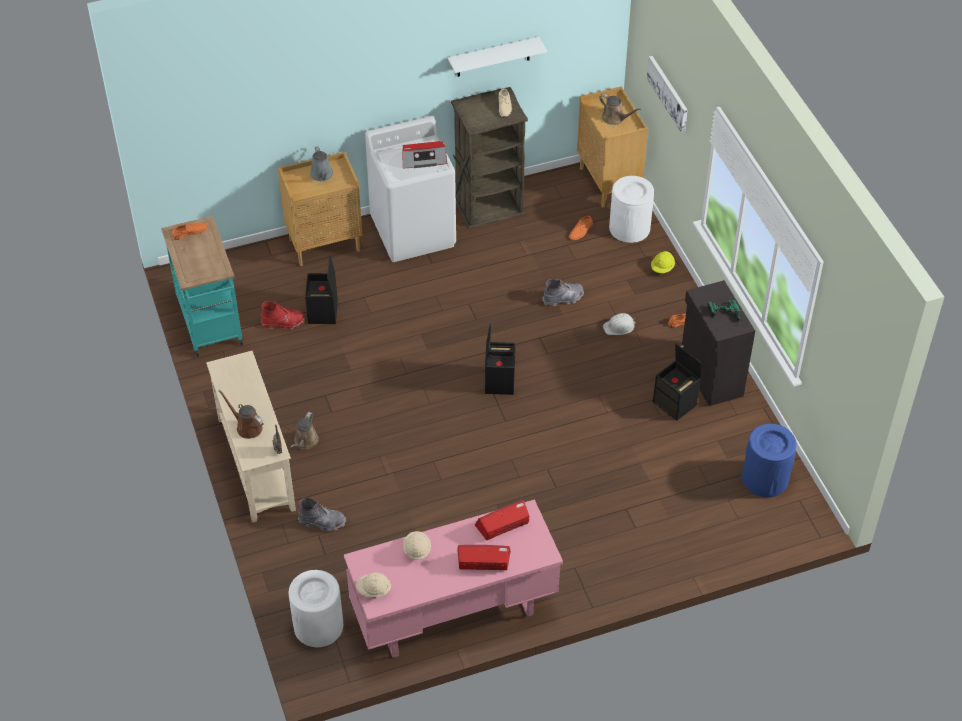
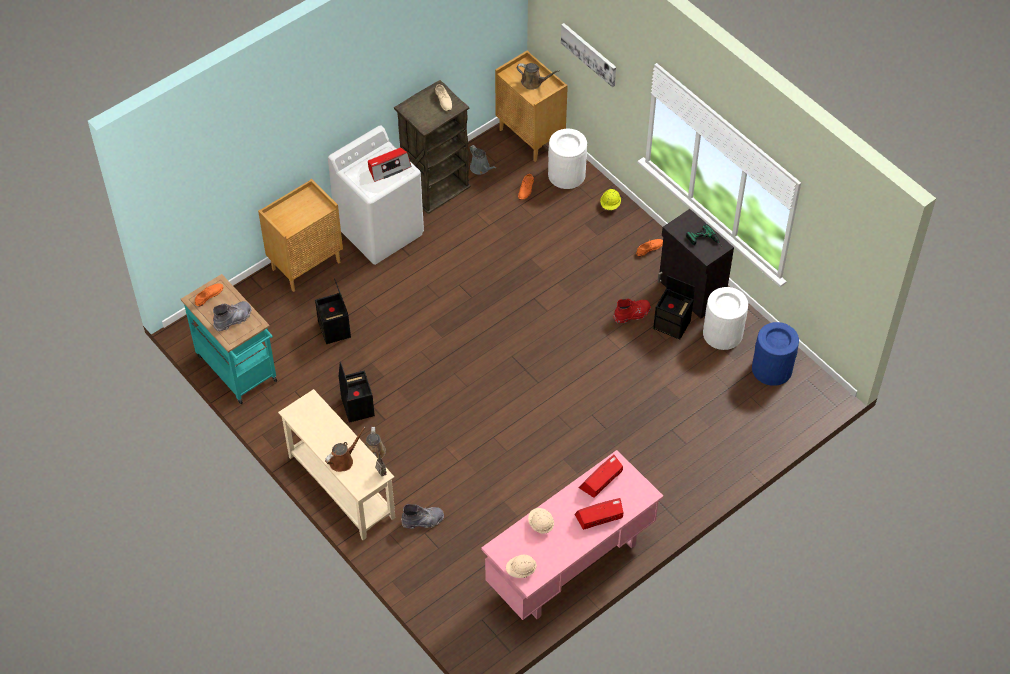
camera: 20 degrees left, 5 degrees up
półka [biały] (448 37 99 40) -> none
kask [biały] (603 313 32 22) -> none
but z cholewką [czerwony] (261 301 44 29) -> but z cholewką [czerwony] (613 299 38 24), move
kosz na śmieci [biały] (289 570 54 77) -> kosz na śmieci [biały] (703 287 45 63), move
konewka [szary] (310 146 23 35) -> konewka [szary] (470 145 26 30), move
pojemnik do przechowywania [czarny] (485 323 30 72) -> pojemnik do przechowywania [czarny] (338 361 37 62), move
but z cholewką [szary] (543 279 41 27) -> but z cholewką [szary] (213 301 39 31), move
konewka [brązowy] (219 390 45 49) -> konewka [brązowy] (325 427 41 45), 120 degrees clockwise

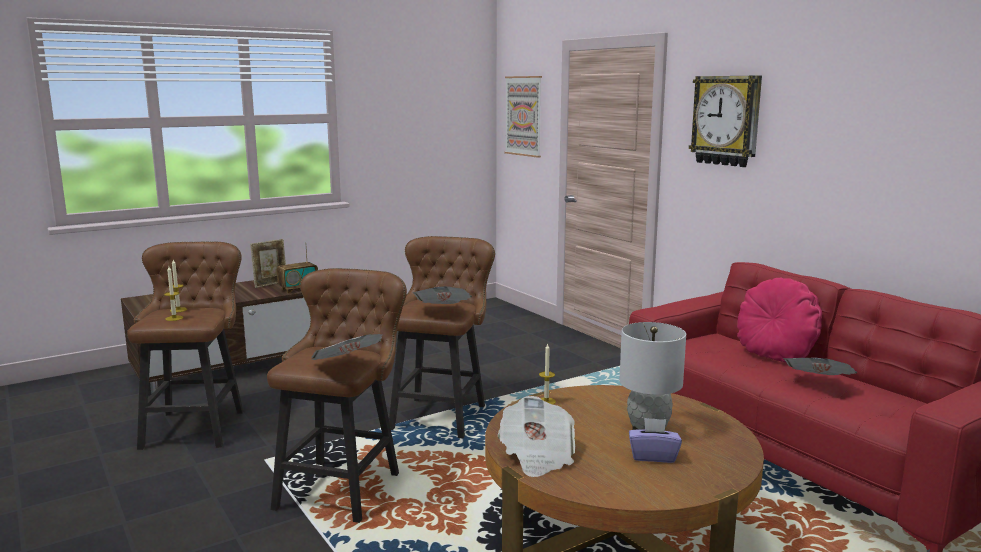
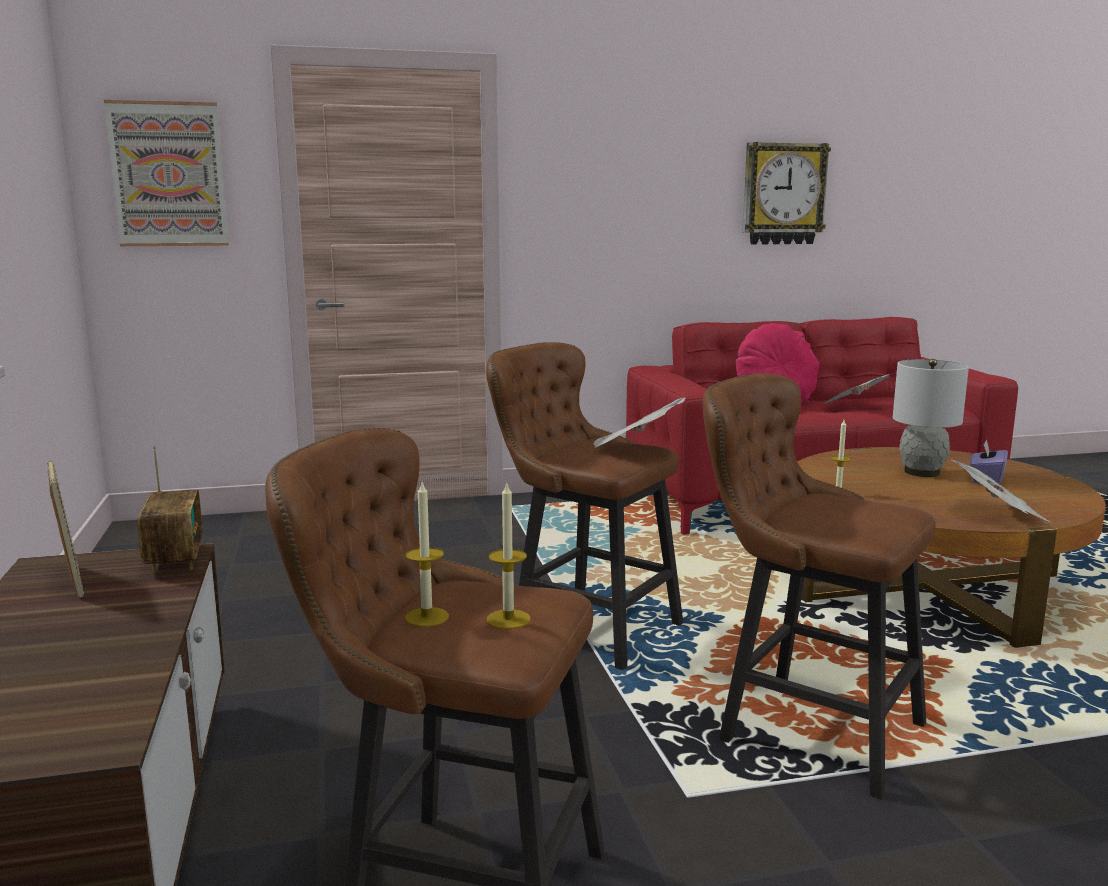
camera: 70 degrees left, 0 degrees up
gazeta (311 334 71 26) -> none
zegar ścienny (689 75 73 92) -> zegar ścienny (743 142 88 103), move

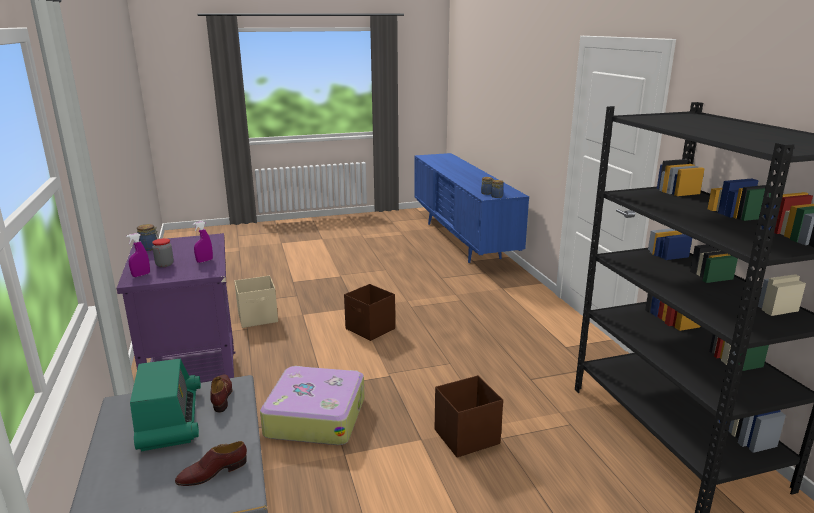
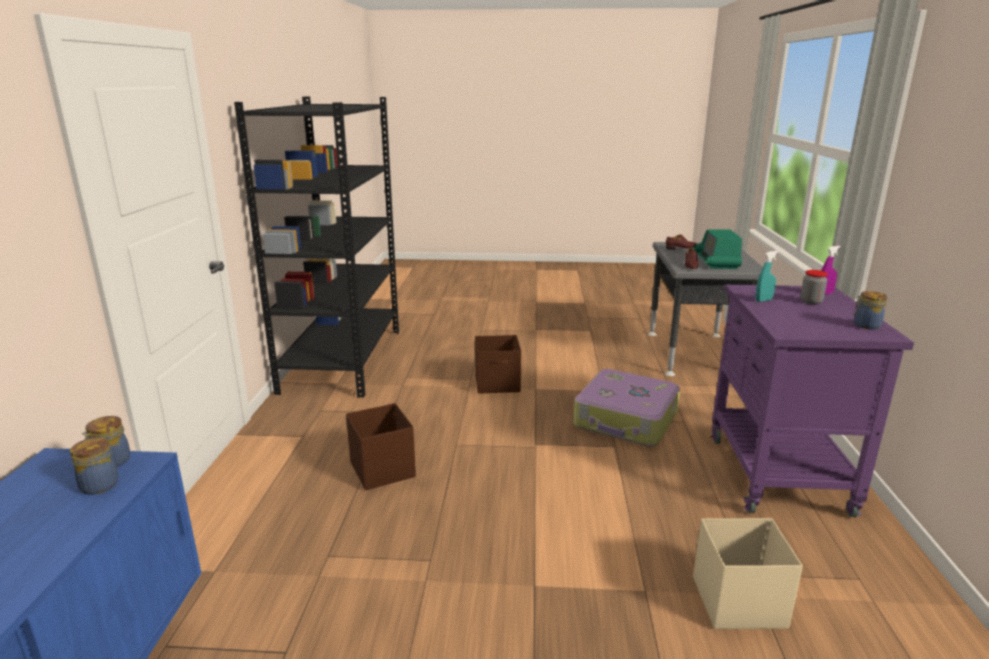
camera: 160 degrees left, 0 degrees up
pojemnik do przechowywania [brązowy] (344 284 51 57) -> pojemnik do przechowywania [brązowy] (346 403 70 87), move
spryskiwacz [fioletowy] (193 221 20 42) -> spryskiwacz [turkusowy] (755 251 24 51)

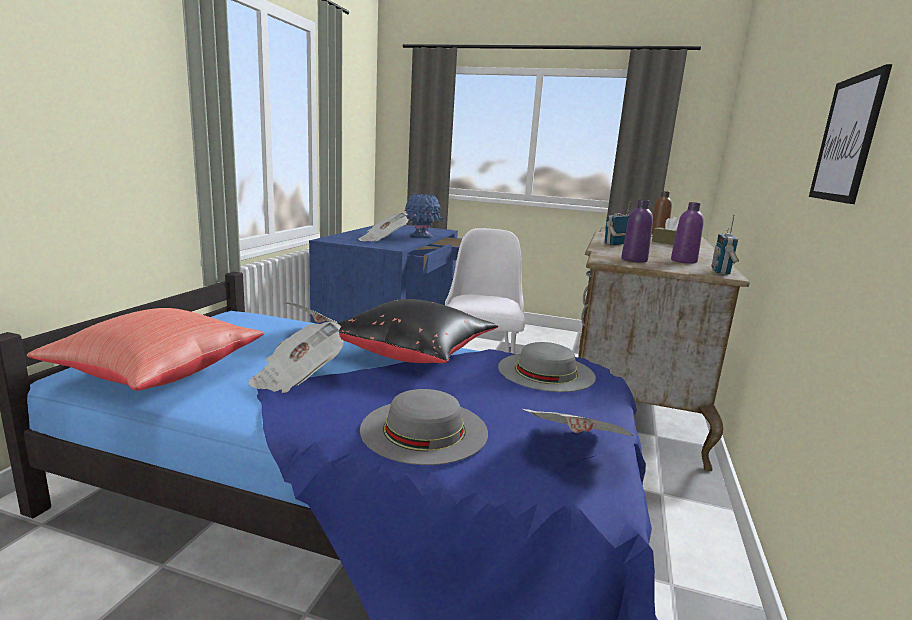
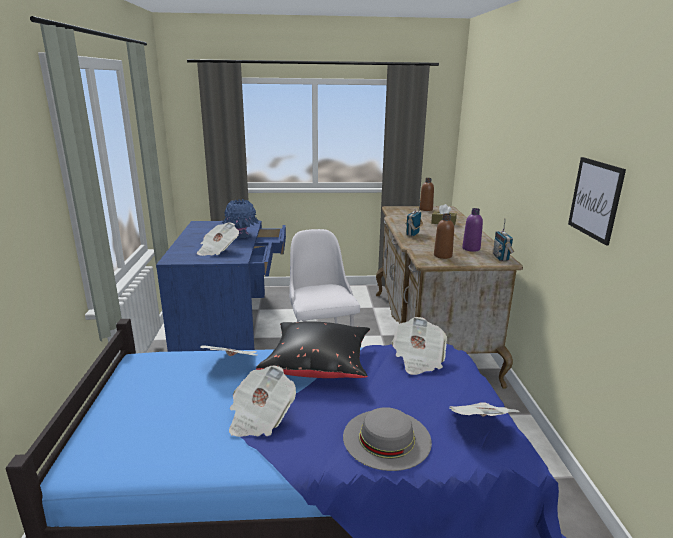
camera: 20 degrees left, 5 degrees up
poduszka [czerwony] (27 308 237 83) -> none
kapelusz [szary] (498 342 98 50) -> gazeta (392 317 55 58)
butelka [fioletowy] (621 200 32 63) -> butelka [brązowy] (434 213 20 46)

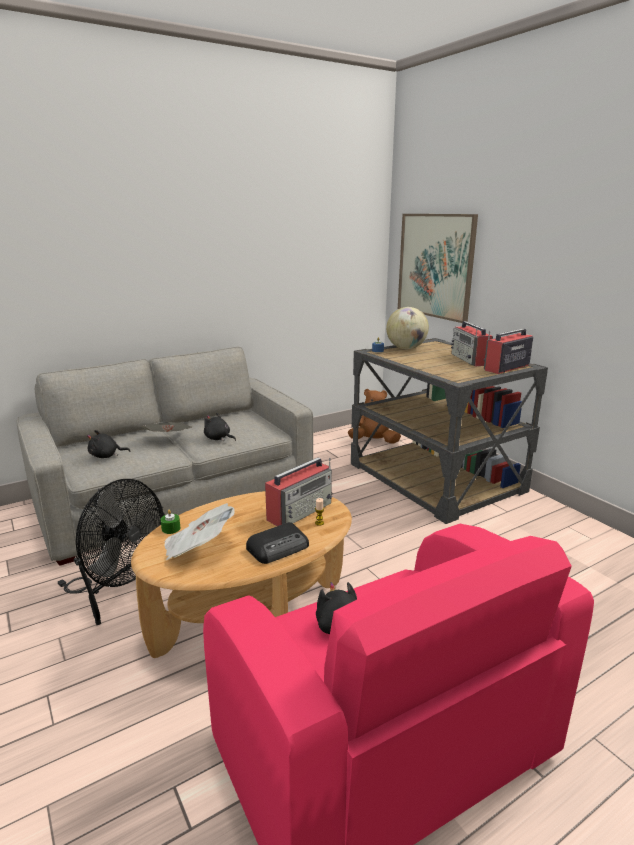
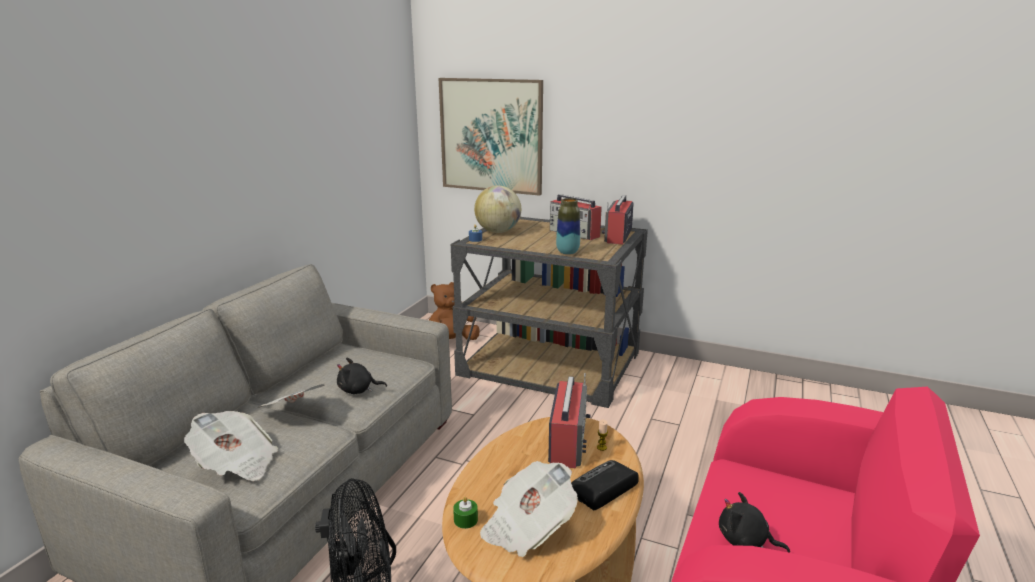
camera: 35 degrees left, 0 degrees up
none -> wazon (556 198 24 57)
pluszak [czarny] (87 430 43 28) -> gazeta (184 411 94 70)
radio (246 522 63 42) -> radio (571 460 68 50), 150 degrees counterclockwise

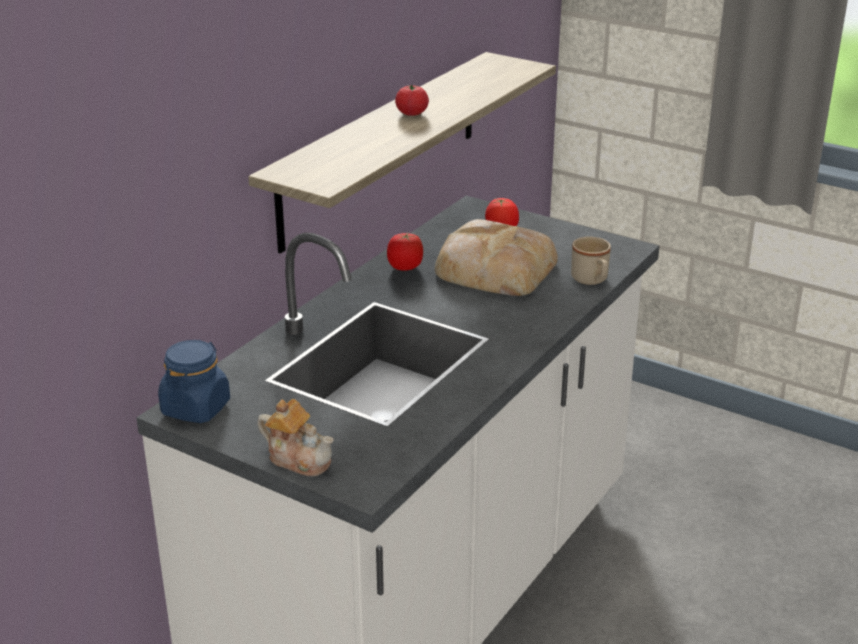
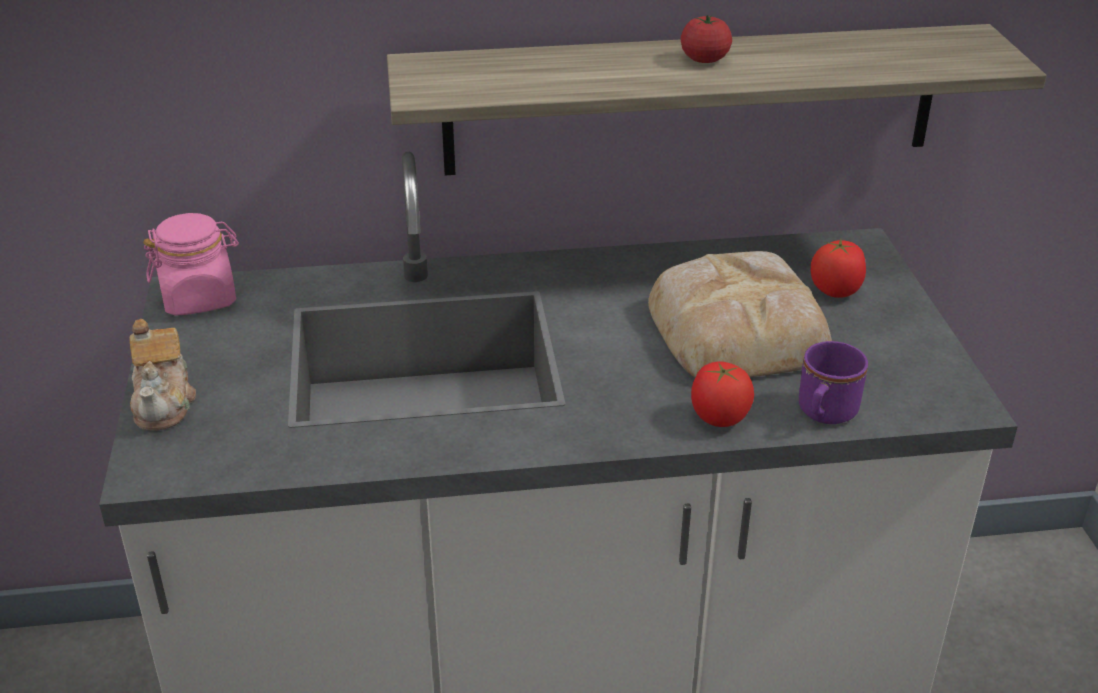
camera: 50 degrees right, 5 degrees up
pomidor (387 233 36 38) -> pomidor (691 361 63 66), move
słoik [niebieski] (158 340 72 83) -> słoik [różowy] (143 213 96 103)
kubek [beżowy] (571 236 40 49) -> kubek [fioletowy] (799 341 69 83)

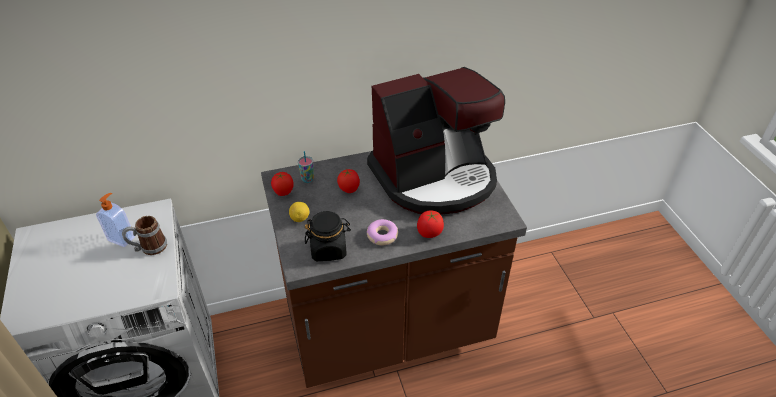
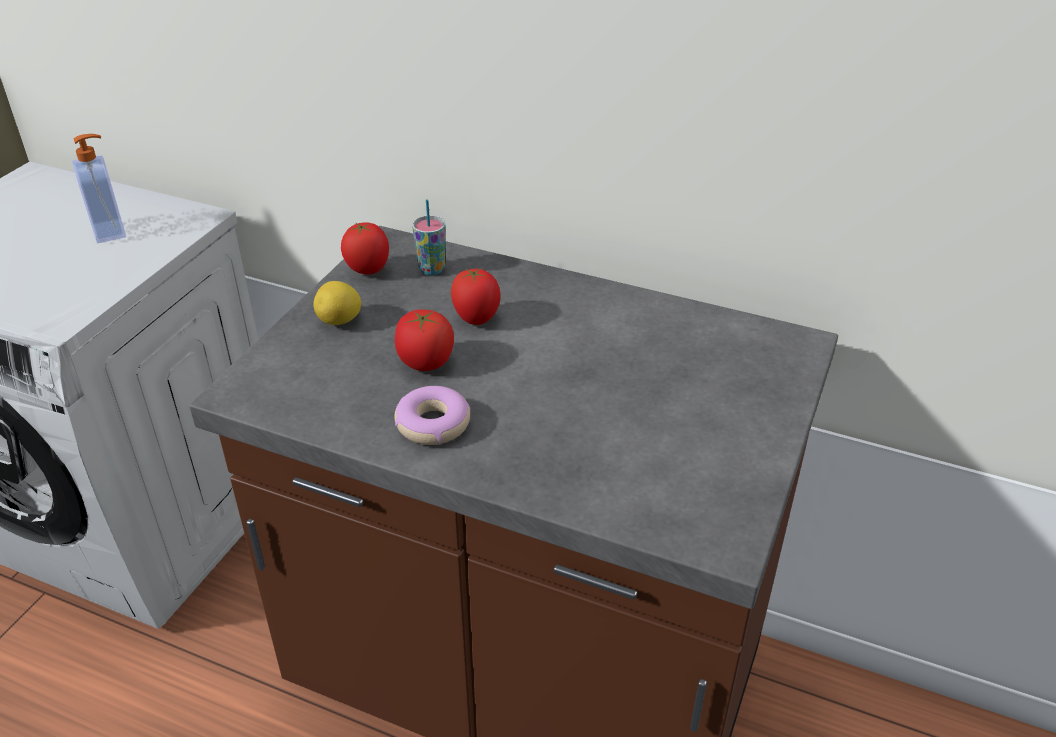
camera: 40 degrees right, 5 degrees down
kubek (122 216 45 39) -> none
słoik [czarny] (305 211 46 50) -> none
ekspres do kawy (367 67 138 148) -> none
pomidor (417 210 27 28) -> pomidor (395 309 59 62), move

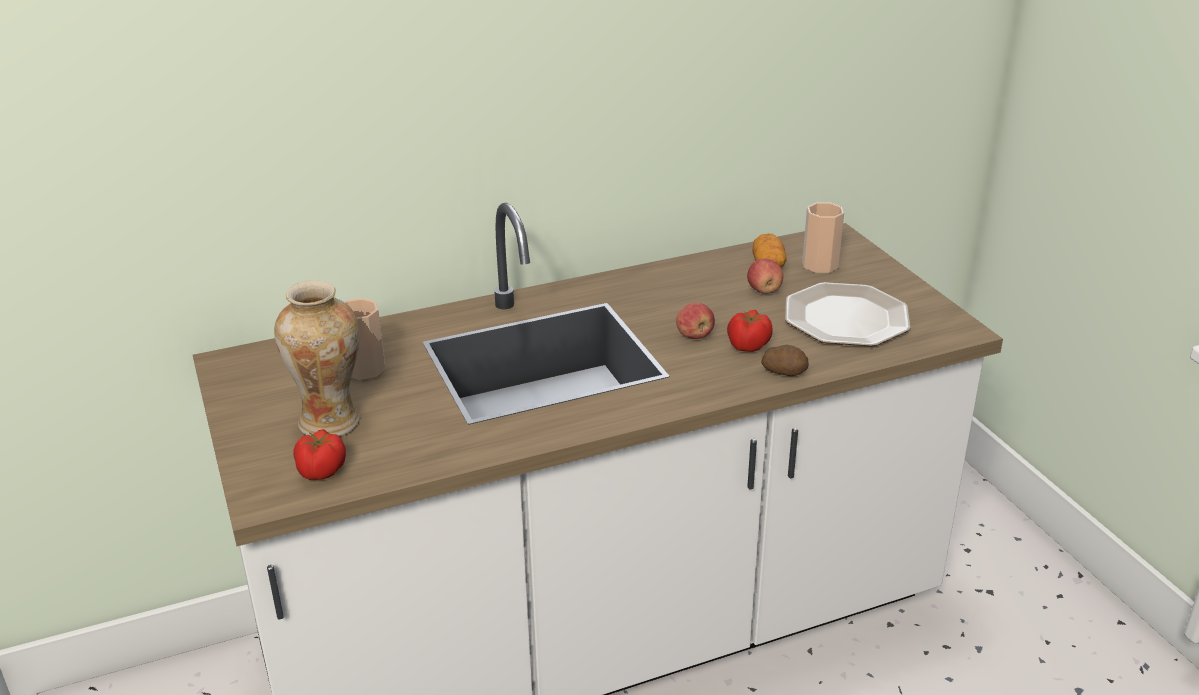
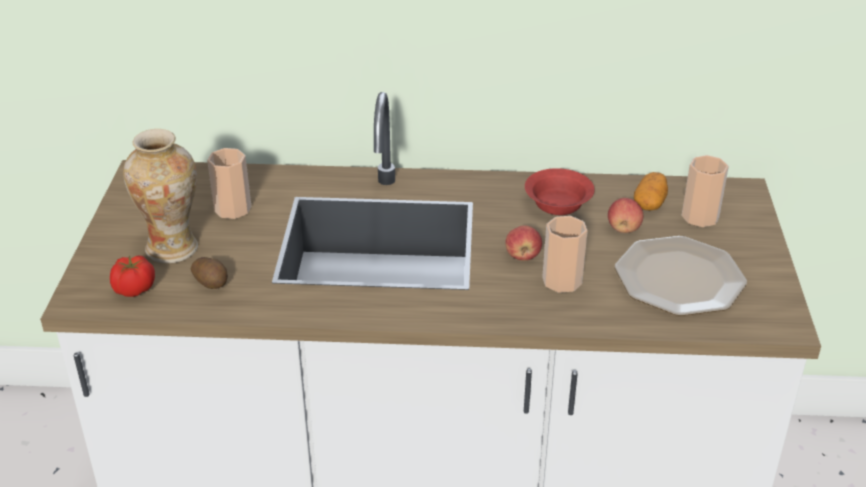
camera: 25 degrees right, 5 degrees up
none -> miska [czerwony] (525 168 70 47)
ziemniak (761 345 48 31) -> ziemniak (191 257 37 32), move
pomidor (727 310 45 42) -> filiżanka (542 216 46 77)

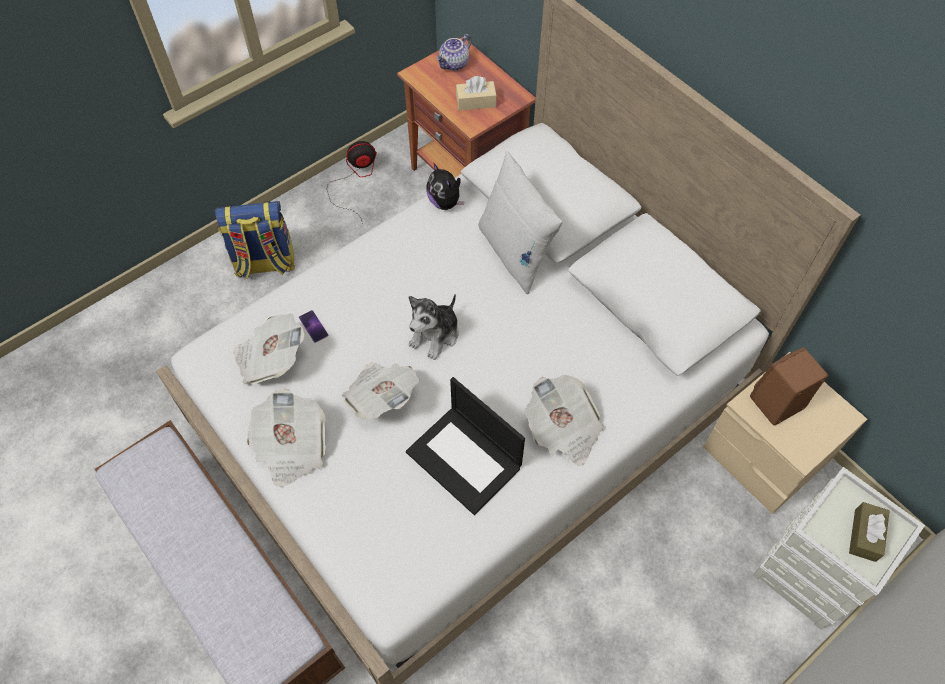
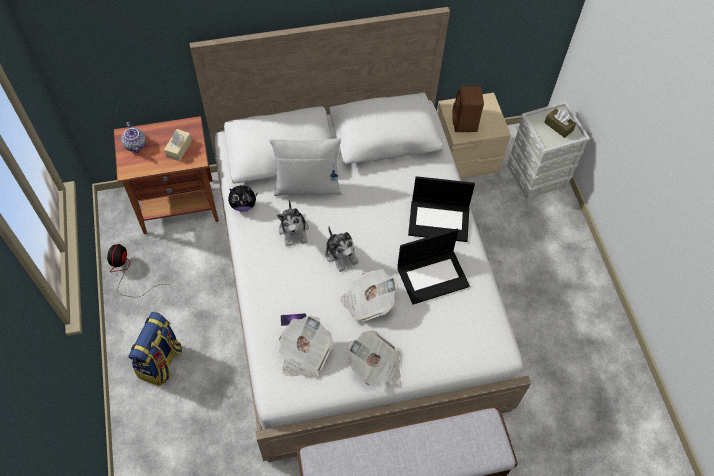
camera: 65 degrees left, 0 degrees up
none -> pluszak (277 200 32 46)
gazeta (525 375 79 91) -> laptop (408 176 67 66)

